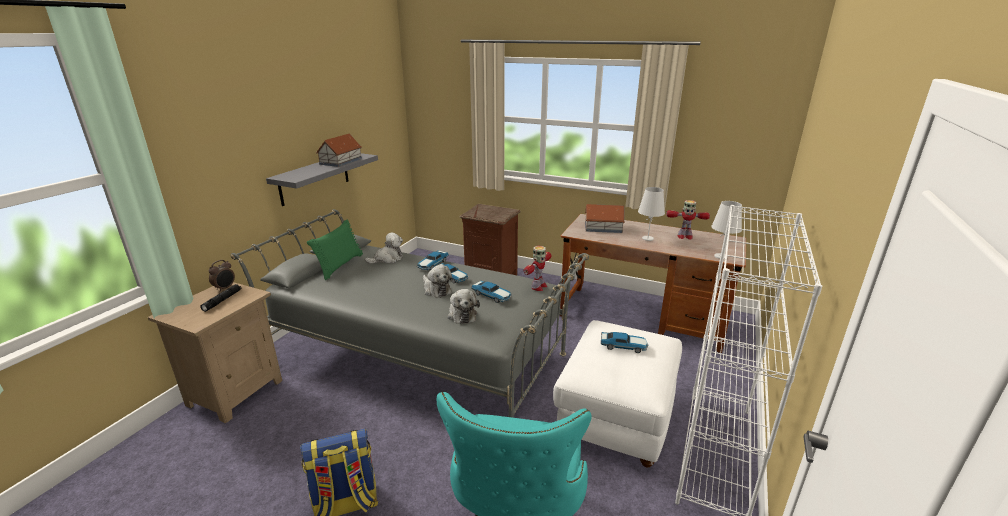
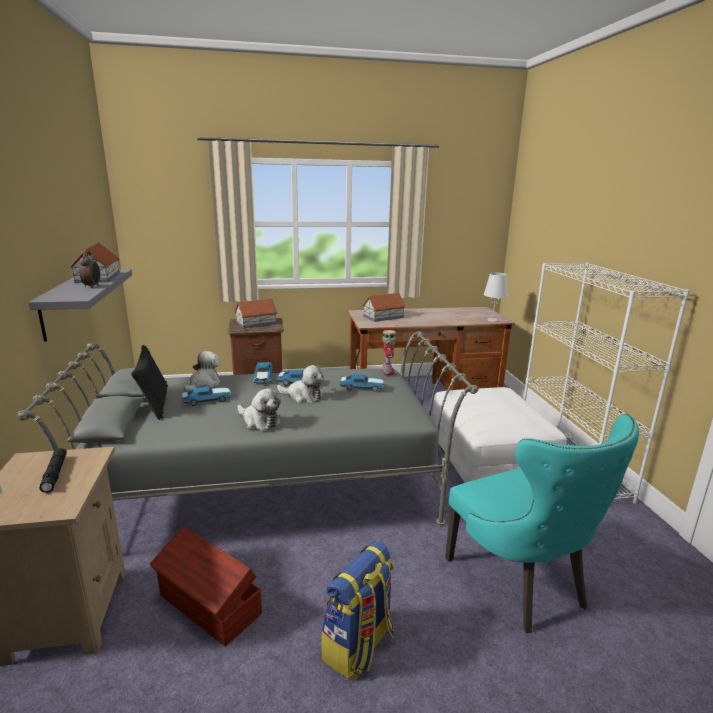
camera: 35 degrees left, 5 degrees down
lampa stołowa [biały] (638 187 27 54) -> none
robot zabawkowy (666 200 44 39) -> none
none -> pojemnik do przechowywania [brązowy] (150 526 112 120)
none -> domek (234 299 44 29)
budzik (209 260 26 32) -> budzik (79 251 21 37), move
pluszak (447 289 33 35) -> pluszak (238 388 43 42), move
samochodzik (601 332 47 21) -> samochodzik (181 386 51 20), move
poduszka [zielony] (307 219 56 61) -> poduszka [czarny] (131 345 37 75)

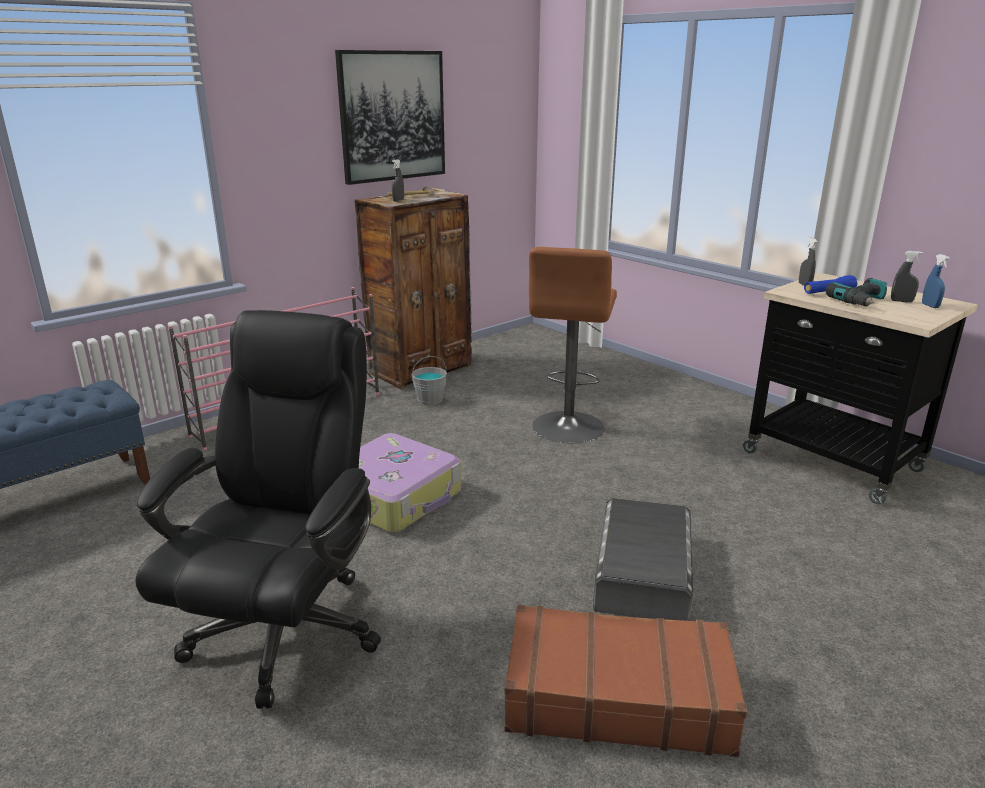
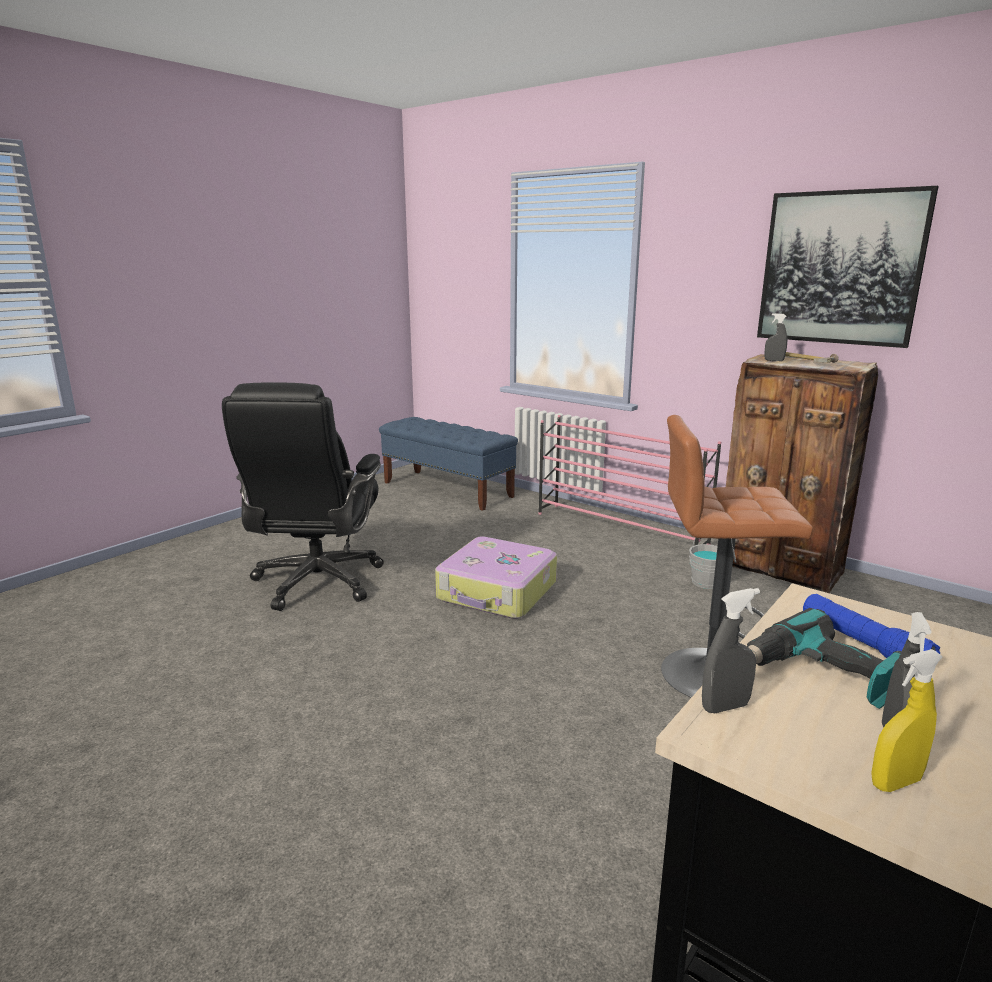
camera: 80 degrees right, 5 degrees down
walizka [brązowy] (504 605 243 152) -> none
pojemnik do przechowywania [szary] (593 498 100 123) -> none
spryskiwacz [szary] (799 237 18 49) -> spryskiwacz [szary] (702 588 58 125), move
spryskiwacz [niebieski] (922 254 28 54) -> spryskiwacz [żółty] (871 649 72 143)
krzesło biurowe [czarny] (136 310 245 399) -> krzesło biurowe [czarny] (222 382 162 229), 90 degrees clockwise

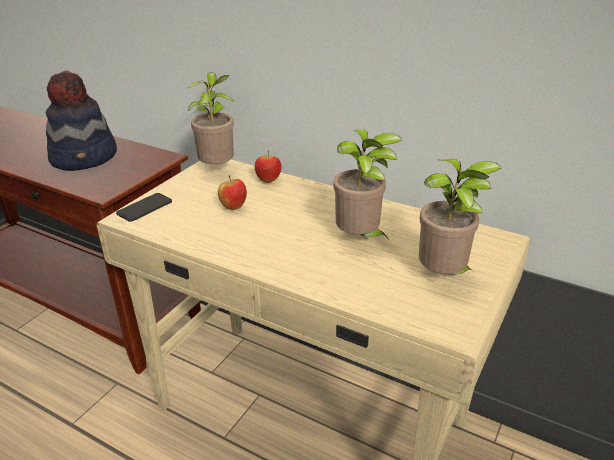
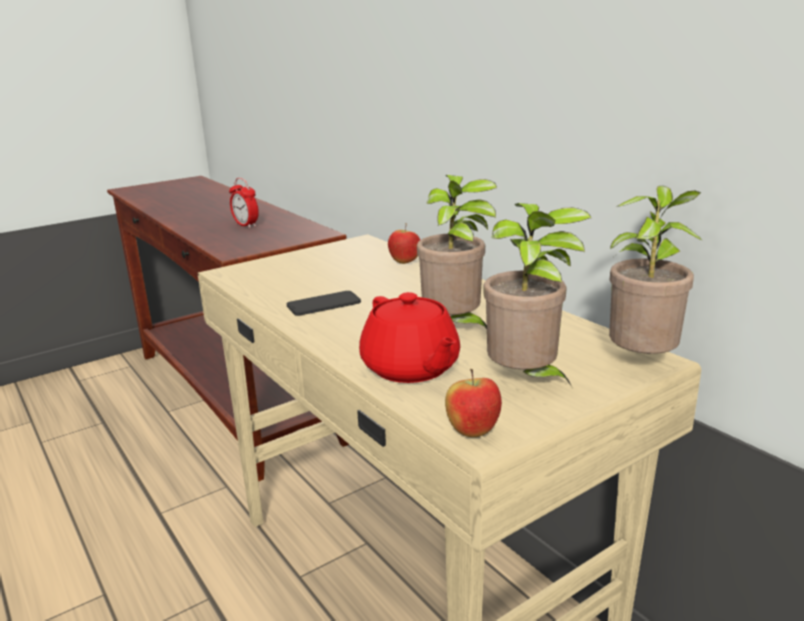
camera: 25 degrees right, 10 degrees down
none -> imbryk [czerwony] (359 292 101 91)
telefon (116 193 56 29) -> telefon (287 291 74 25), move
roślina doniczkowa (187 72 47 92) -> roślina doniczkowa (609 186 94 168), move
jabłko (218 175 29 35) -> jabłko (445 369 57 68), move
kapelusz (46 71 71 100) -> budzik (229 178 30 50)

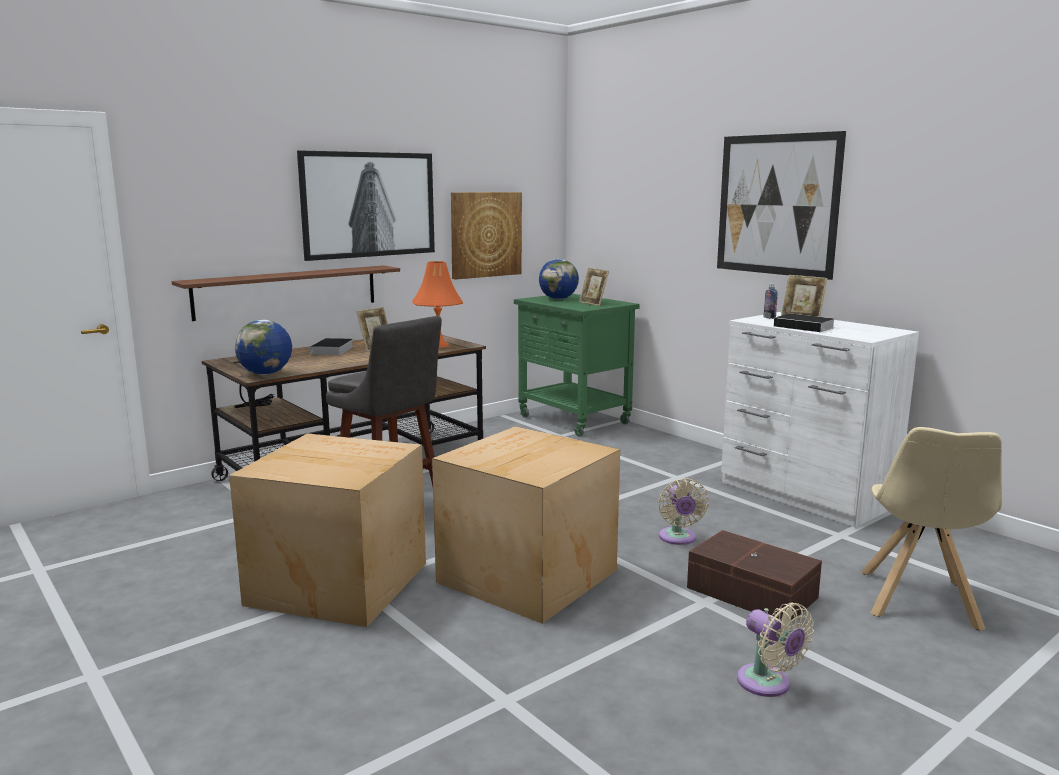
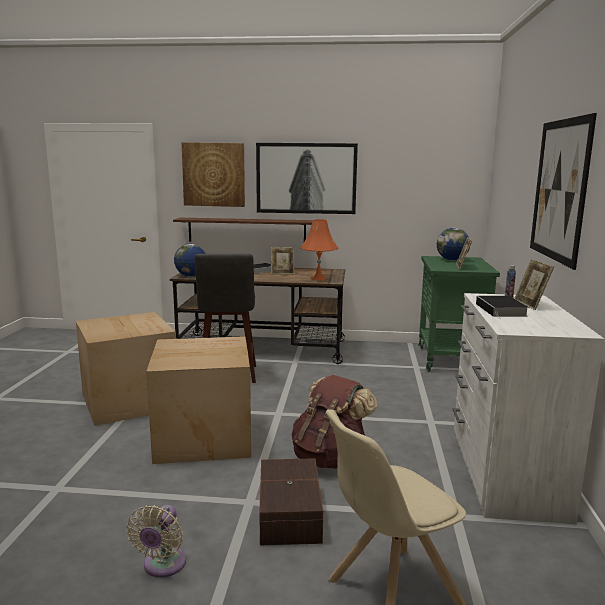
camera: 45 degrees right, 0 degrees up
obraz (451 192 71 87) -> obraz (182 142 63 65), move
wentylator [beżowy] (658 478 51 67) -> plecak [brązowy] (292 375 85 94)

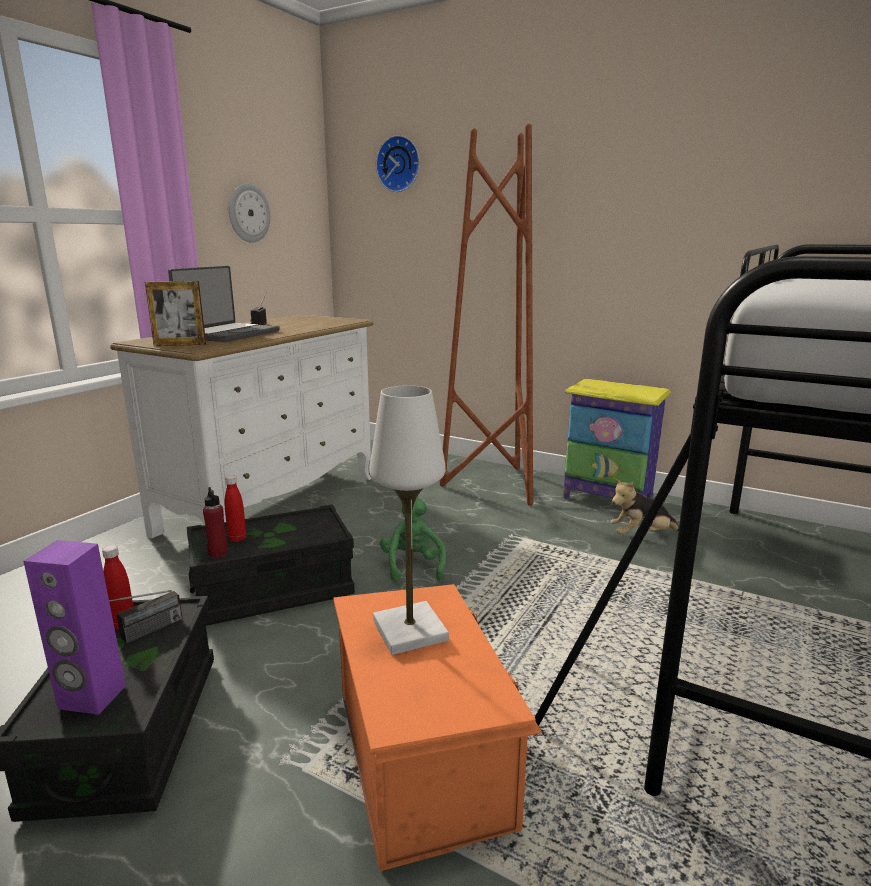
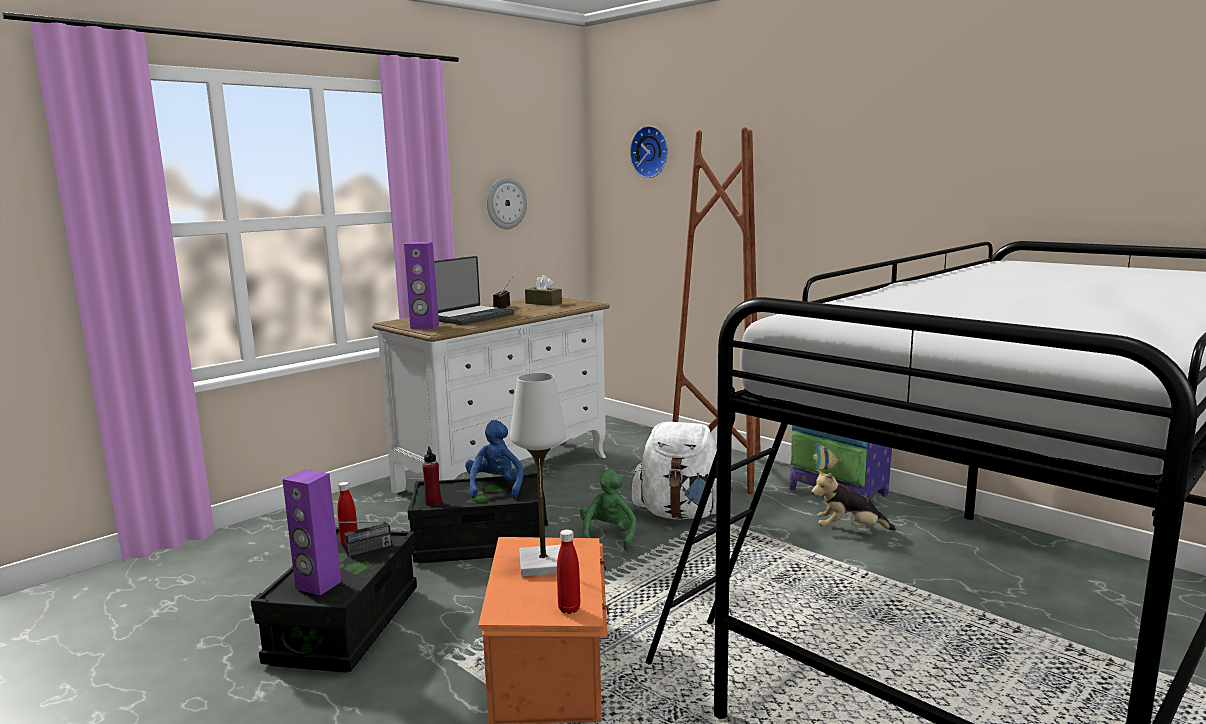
camera: 15 degrees right, 5 degrees down
none -> pluszak [niebieski] (465 420 58 79)
none -> pudełko chusteczek [brązowy] (525 275 37 31)
none -> plecak [biały] (632 422 101 97)
butelka [czerwony] (224 475 22 67) -> butelka [czerwony] (557 530 23 84), move
ramka na zdjęcie (145 281 61 65) -> głośnik [fioletowy] (404 242 35 87)

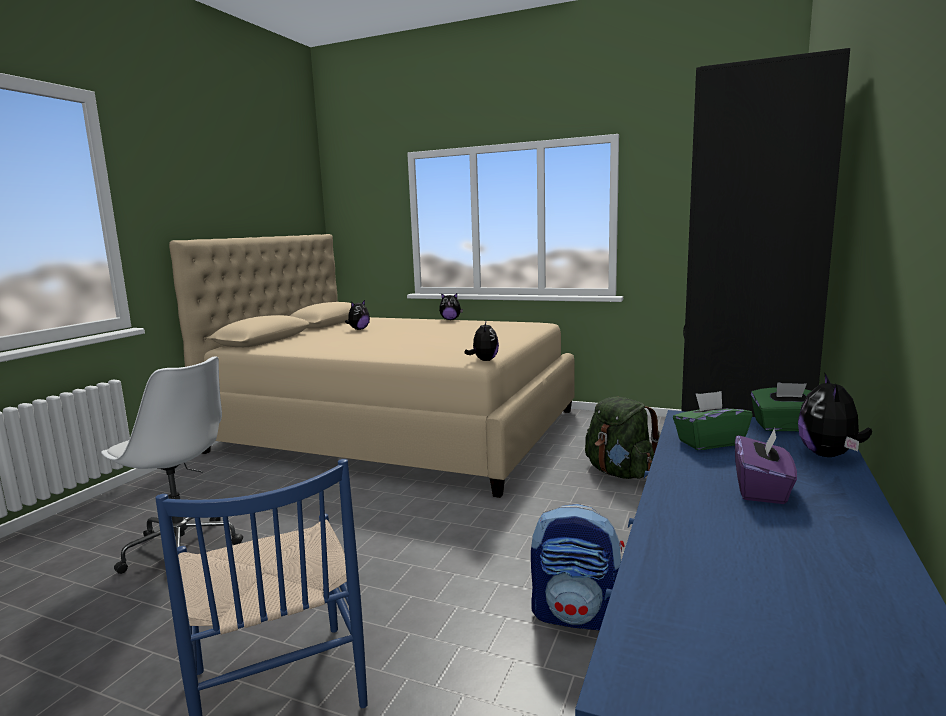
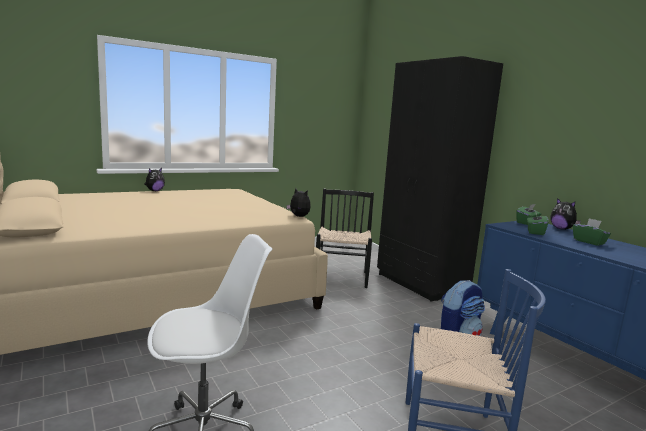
camera: 55 degrees left, 0 degrees up
pluszak (345 300 25 30) -> none
plecak [zielony] (585 397 75 82) -> krzesło [czarny] (316 189 58 99)
pudełko chusteczek [fioletowy] (735 428 62 76) -> pudełko chusteczek [zielony] (573 218 38 28)

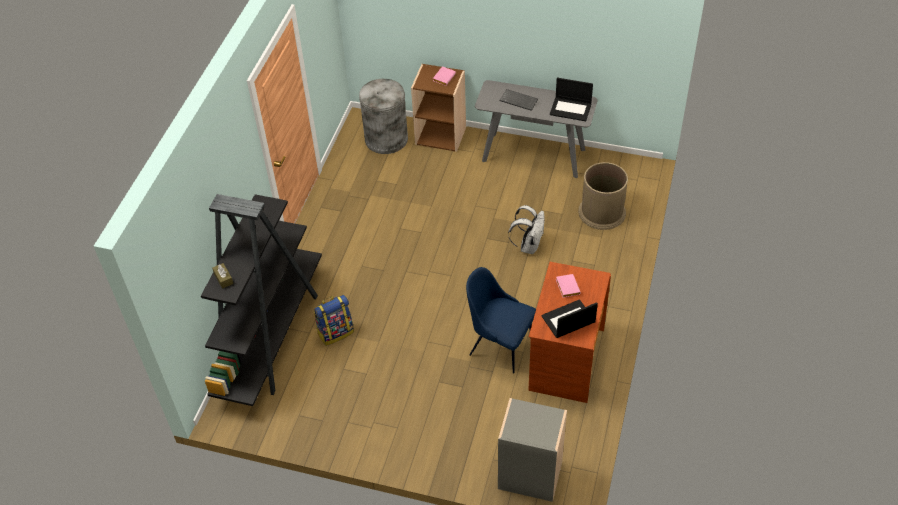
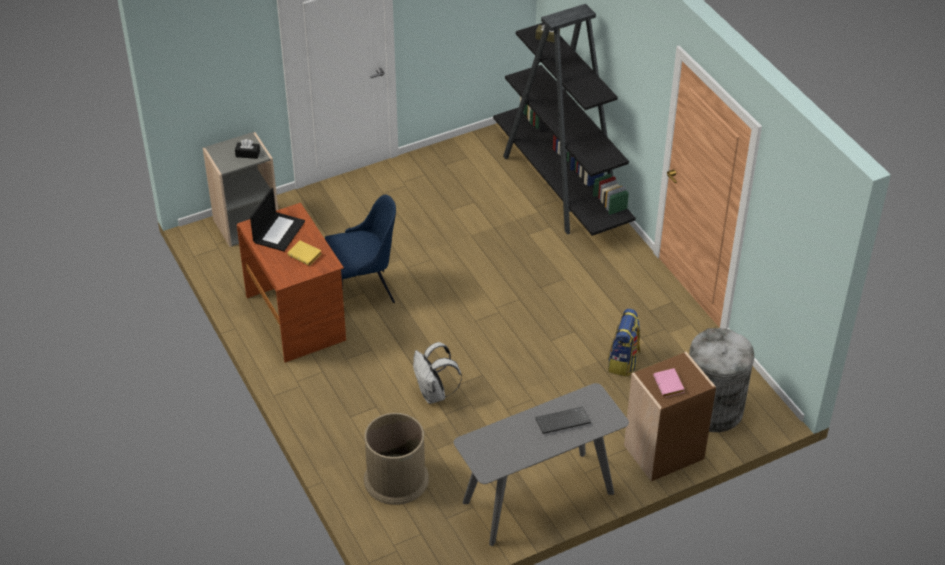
camera: 135 degrees right, 5 degrees down
laptop (550 78 43 43) -> none
none -> pudełko chusteczek [czarny] (235 139 25 20)
plecak (314 295 40 51) -> plecak (608 309 33 68), move
książka [różowy] (556 274 25 24) -> książka [żółty] (288 240 34 26)

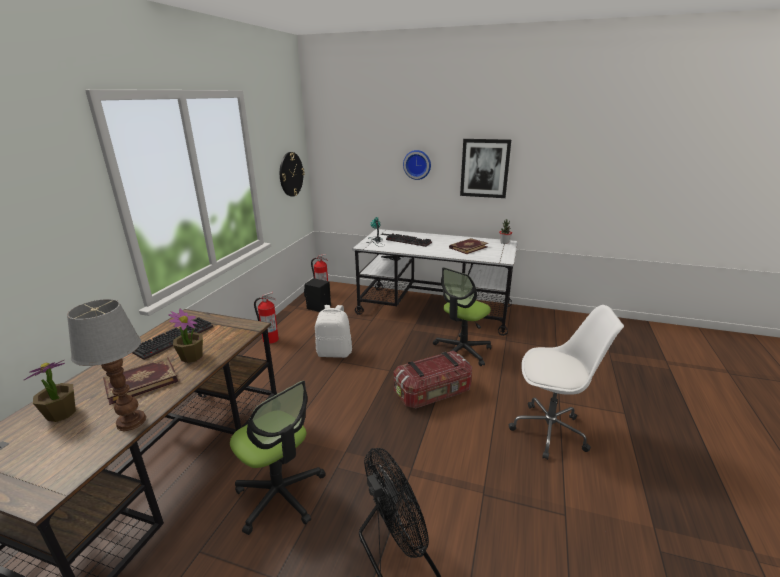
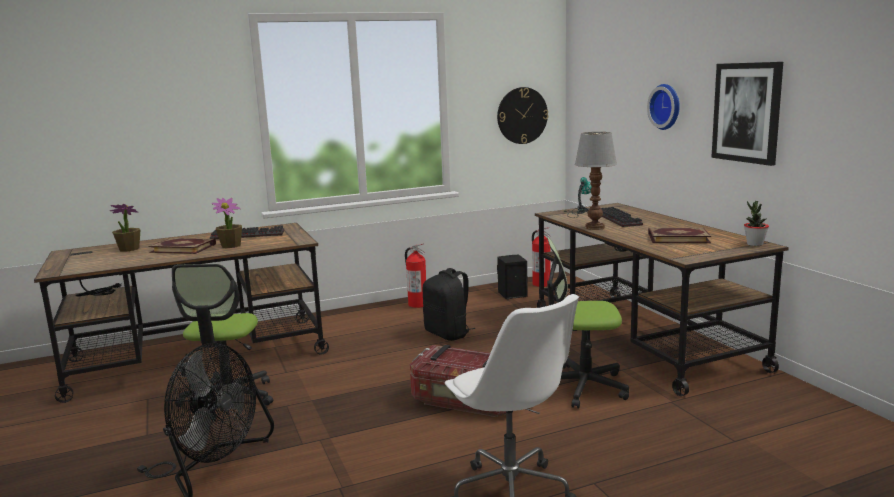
camera: 50 degrees right, 10 degrees down
lampa stołowa (67 299 79 132) -> lampa stołowa (575 132 42 98), move
plecak [biały] (315 305 37 53) -> plecak [czarny] (423 268 53 73)
biurko [biały] (352 229 166 107) -> biurko [brązowy] (535 203 254 193)

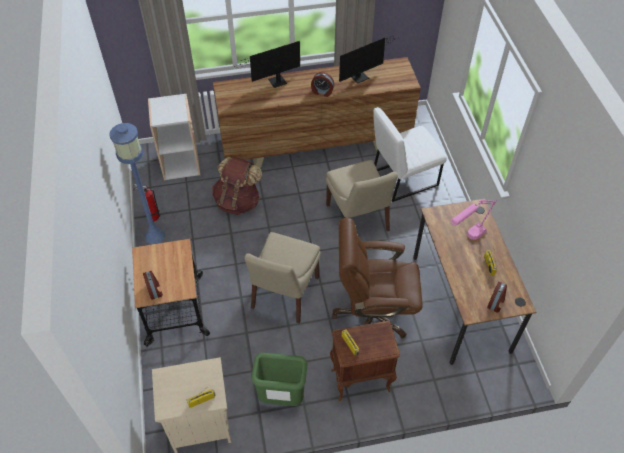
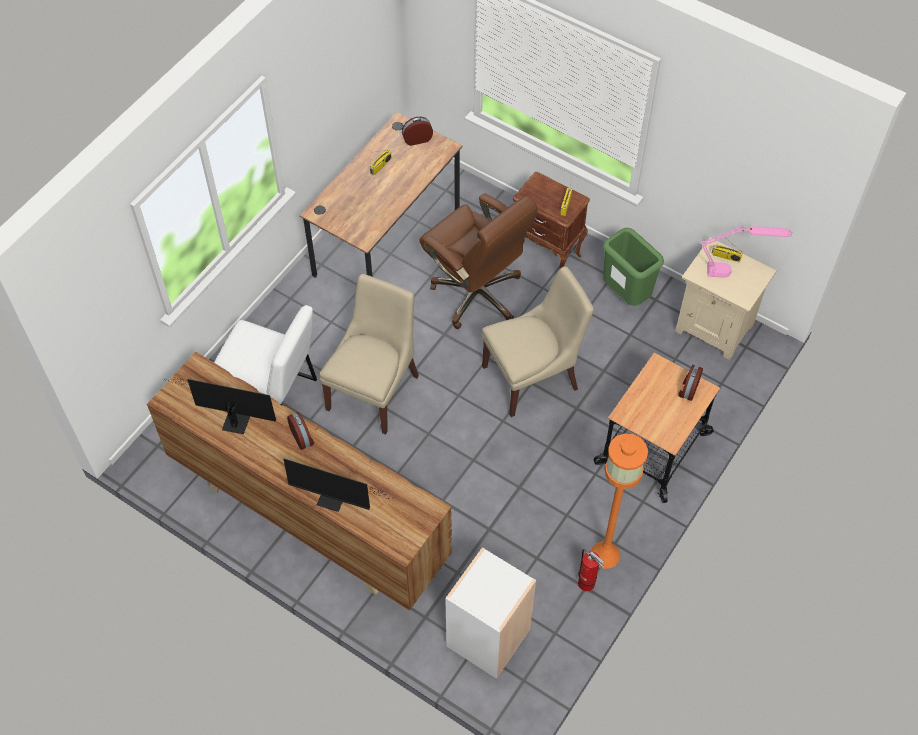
camera: 135 degrees left, 5 degrees up
plecak [brązowy] (212 157 50 58) -> none
lampa stołowa [różowy] (451 199 46 41) -> lampa stołowa [różowy] (700 226 92 52), move
lampa stojąca [niebieski] (110 123 55 121) -> lampa stojąca [pomarańczowy] (591 433 57 136)

